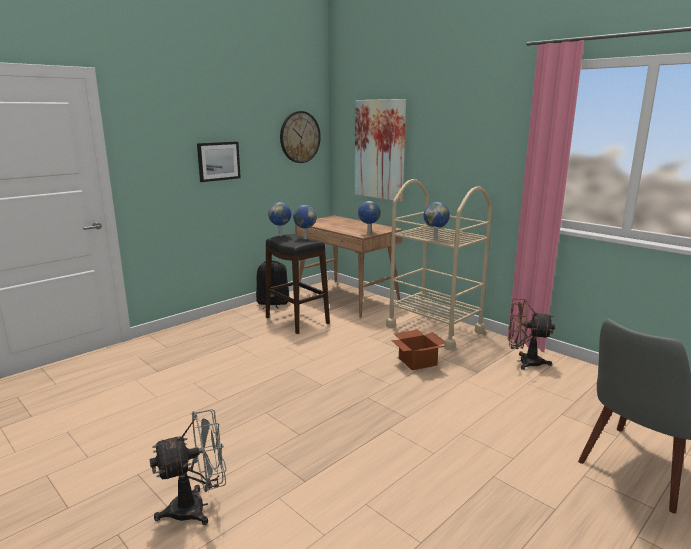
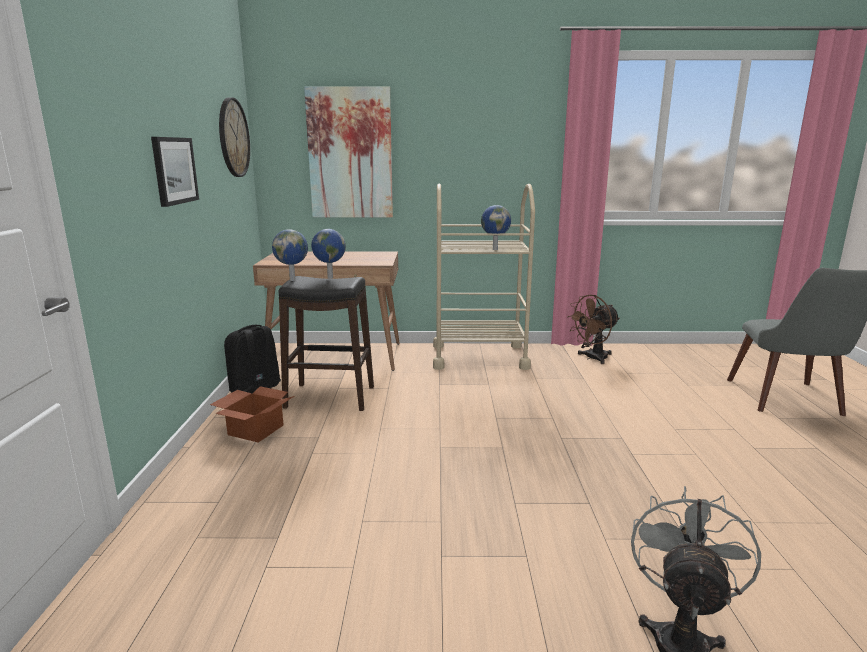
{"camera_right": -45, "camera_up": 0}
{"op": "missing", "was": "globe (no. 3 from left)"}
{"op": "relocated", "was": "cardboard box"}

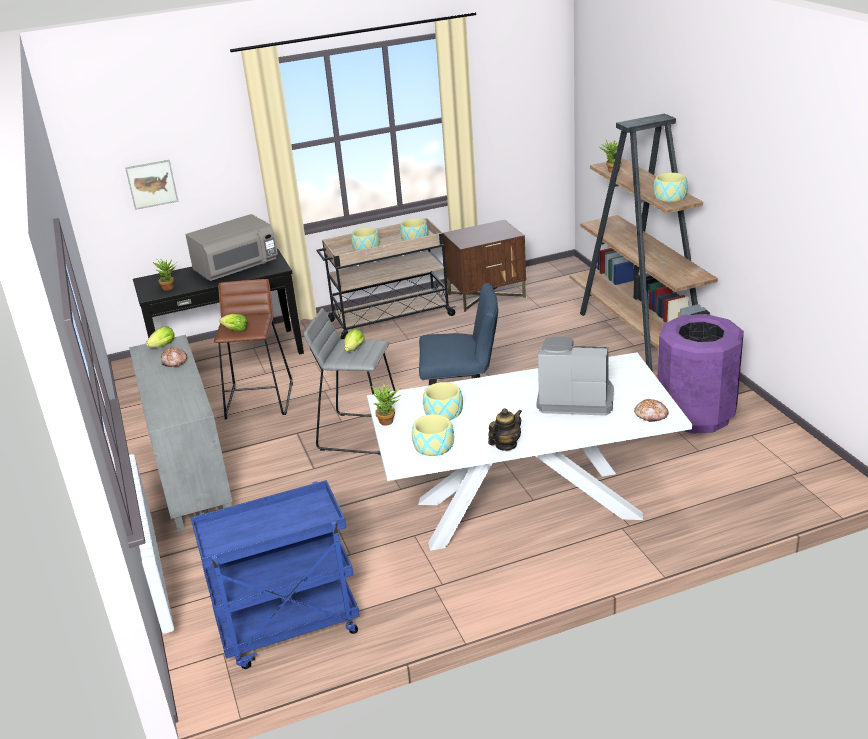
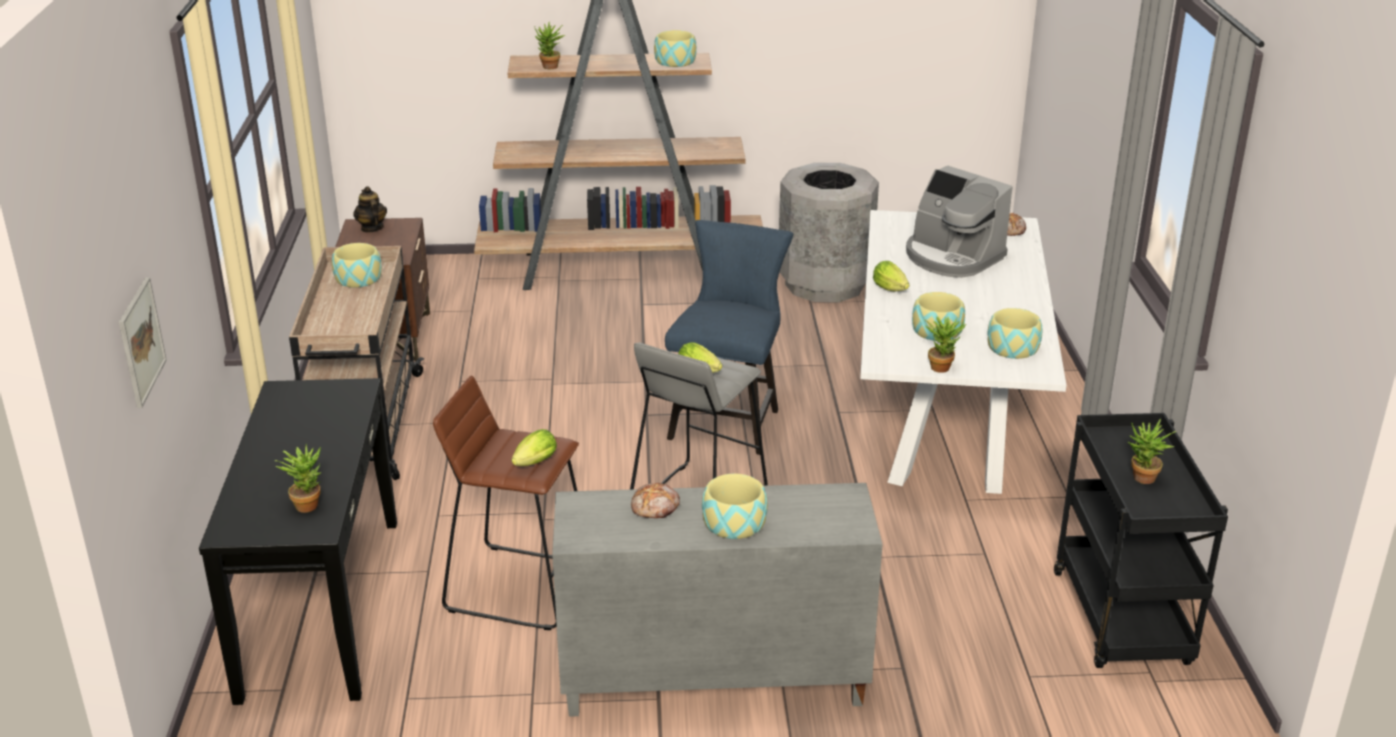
{"camera_right": -75, "camera_up": 0}
{"op": "relocated", "was": "lettuce (no. 1 from left in the first image)", "now": "lettuce (no. 3 from left)"}
{"op": "missing", "was": "grey microwave"}
{"op": "colour", "was": "blue cart", "now": "black cart"}
{"op": "relocated", "was": "bowl (no. 1 from left in the first image)", "now": "bowl (no. 3 from left)"}
{"op": "relocated", "was": "teapot"}
{"op": "spun", "was": "coffee machine", "clockwise": -75}
{"op": "colour", "was": "purple trash can", "now": "grey trash can"}
{"op": "appeared", "now": "potted plant (no. 4 from left)"}

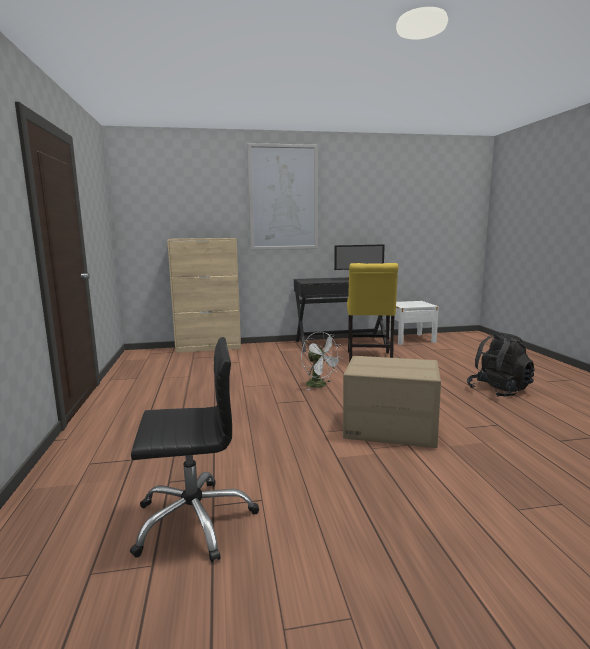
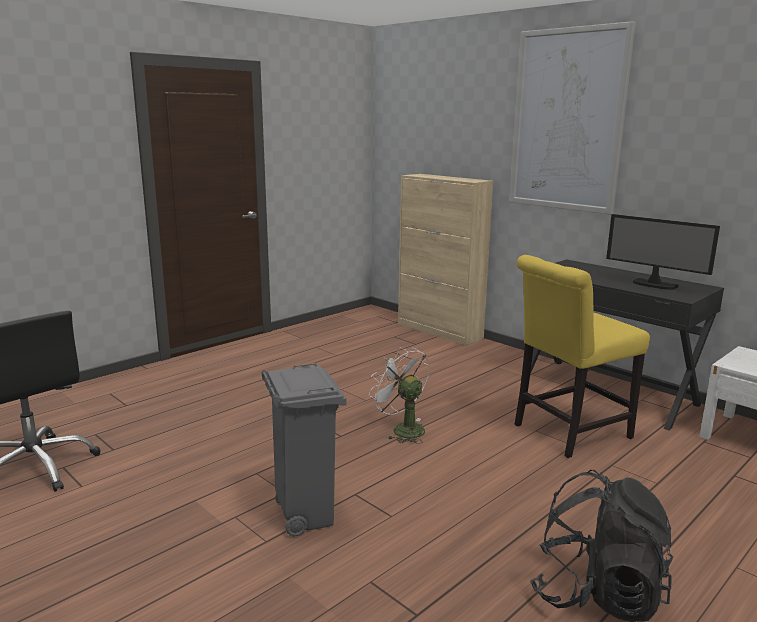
{"camera_right": 55, "camera_up": 5}
{"op": "spun", "was": "white fan", "clockwise": 120}
{"op": "exchanged", "was": "cardboard box", "now": "grey trash can"}

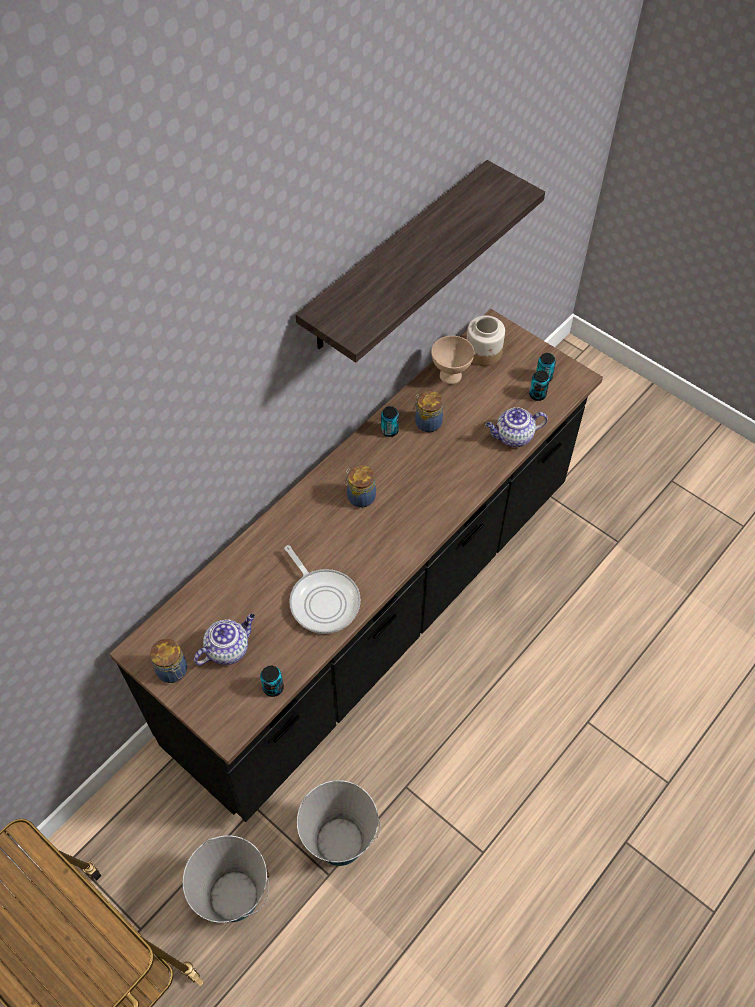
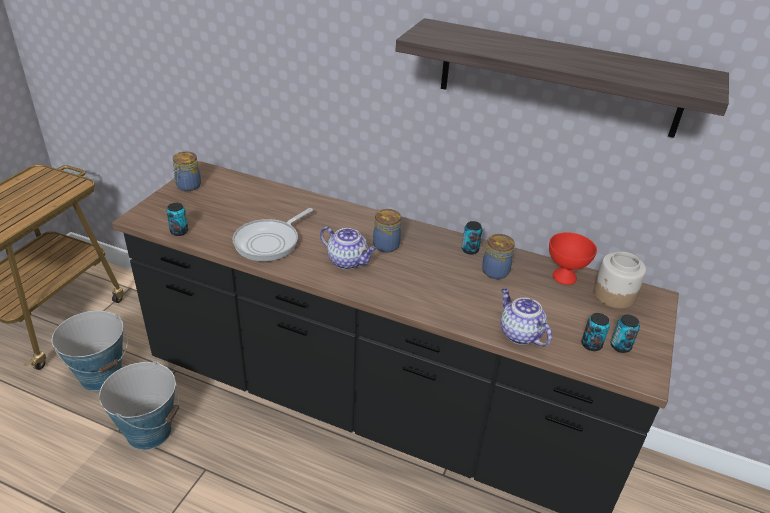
{"camera_right": 70, "camera_up": -20}
{"op": "relocated", "was": "teapot (no. 1 from left)"}
{"op": "colour", "was": "beige bowl", "now": "red bowl"}

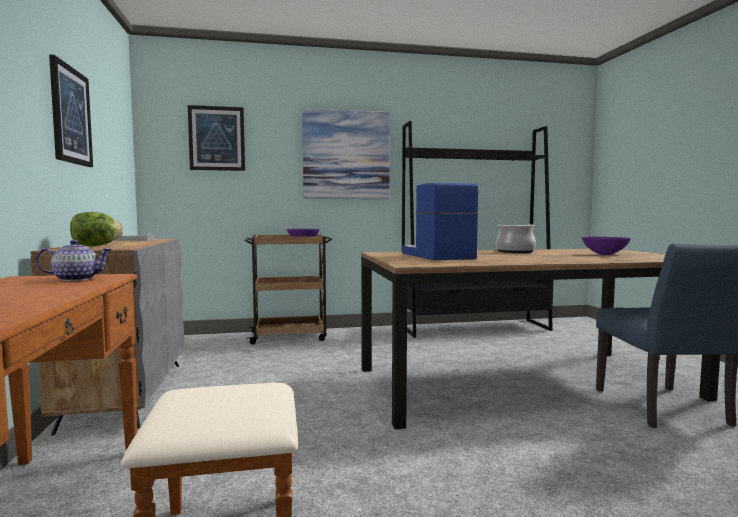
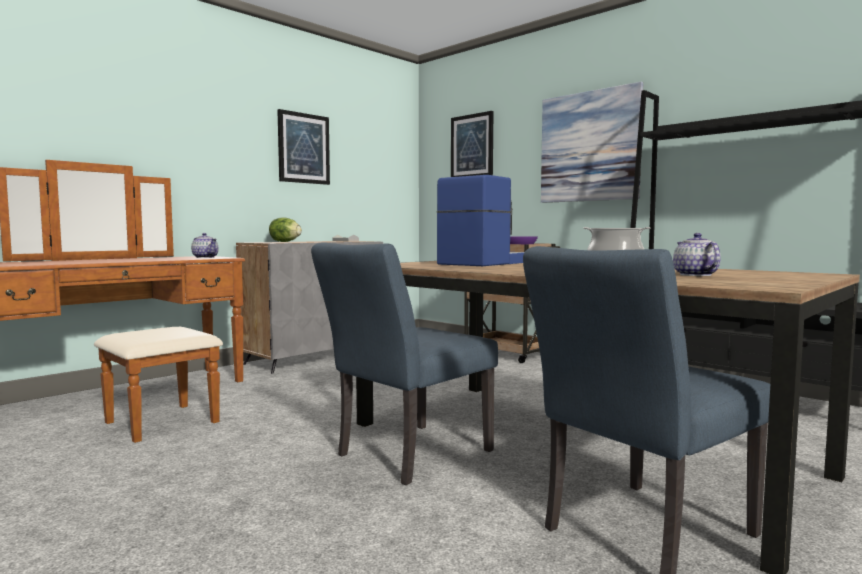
{"camera_right": 55, "camera_up": 0}
{"op": "exchanged", "was": "purple bowl (no. 2 from left)", "now": "teapot (no. 2 from left)"}
{"op": "appeared", "now": "blue chair (no. 1 from left)"}

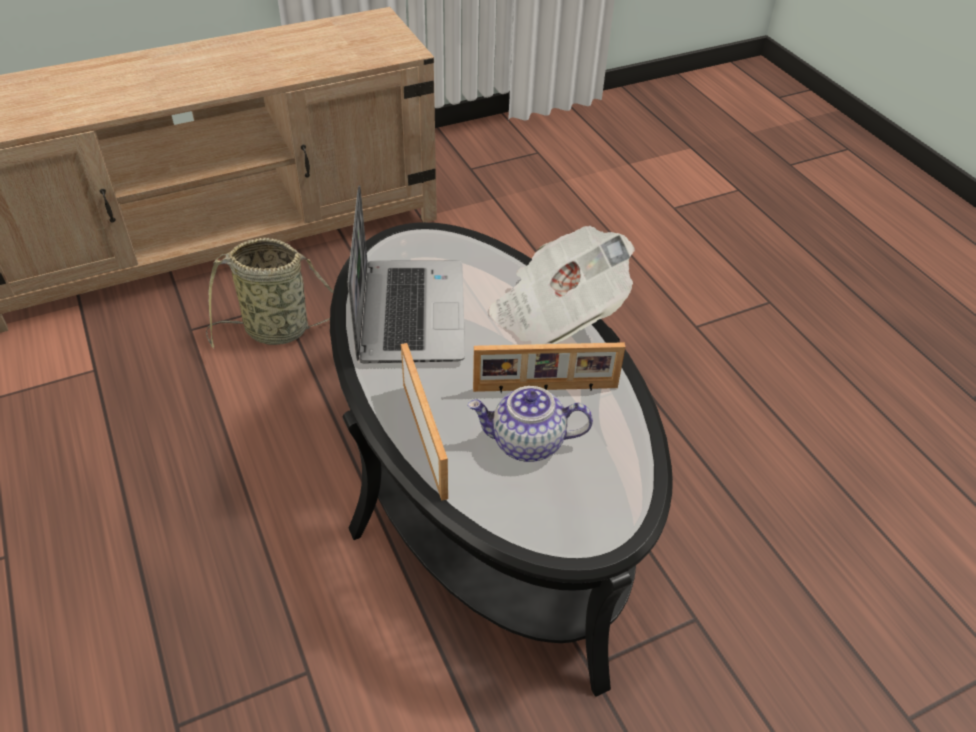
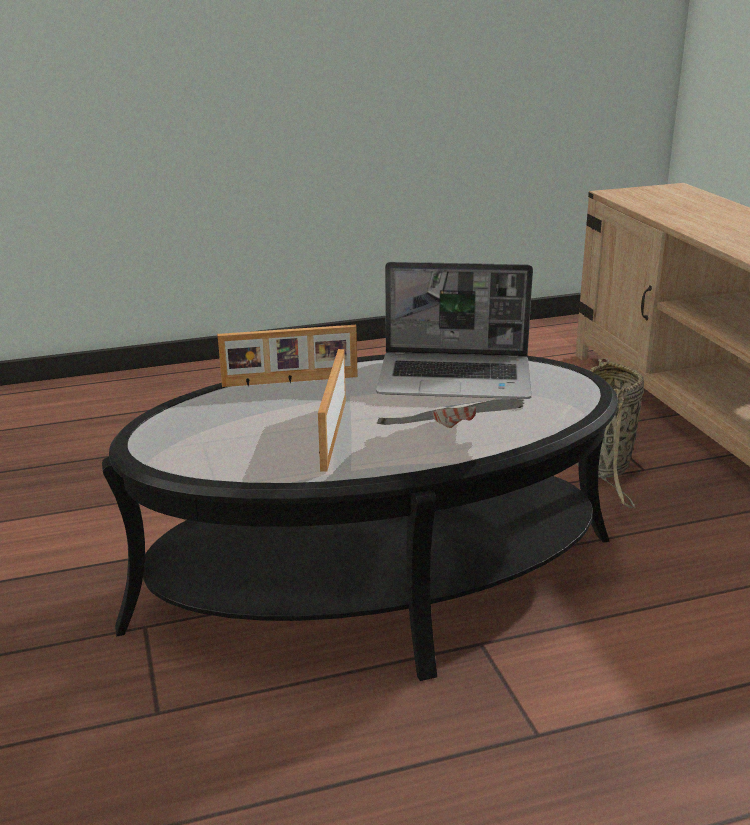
{"camera_right": 100, "camera_up": -20}
{"op": "missing", "was": "teapot"}

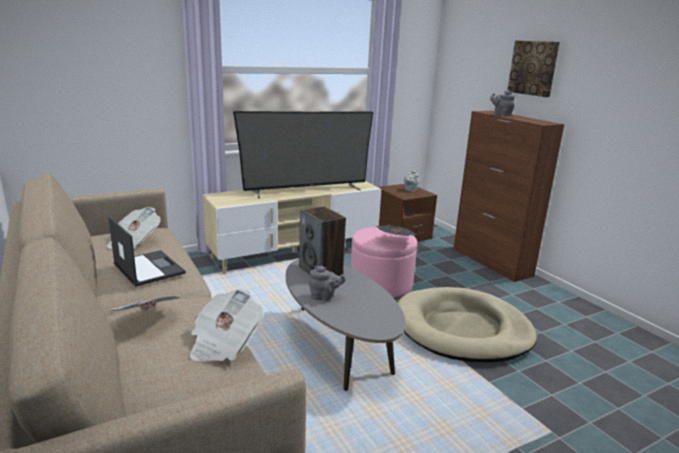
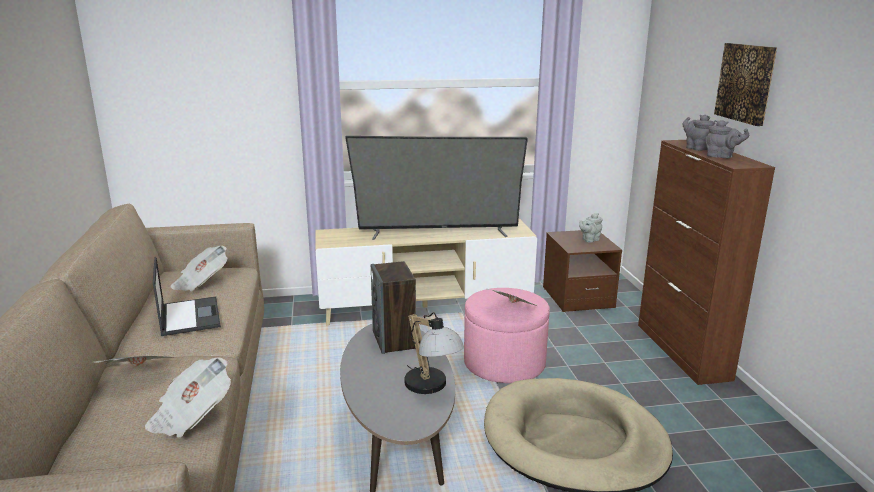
{"camera_right": 20, "camera_up": 0}
{"op": "relocated", "was": "grey teapot (no. 1 from left in the first image)", "now": "grey teapot (no. 3 from left)"}
{"op": "appeared", "now": "table lamp"}

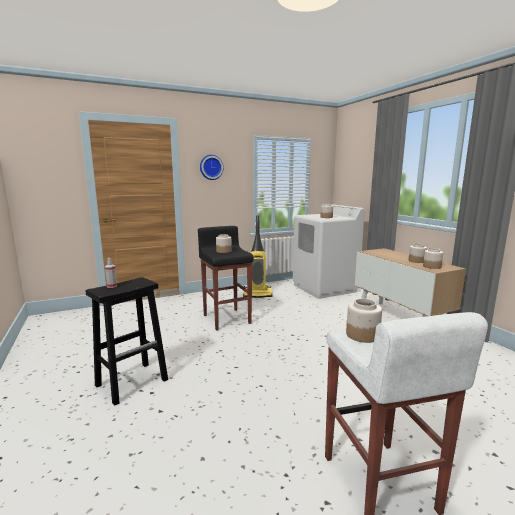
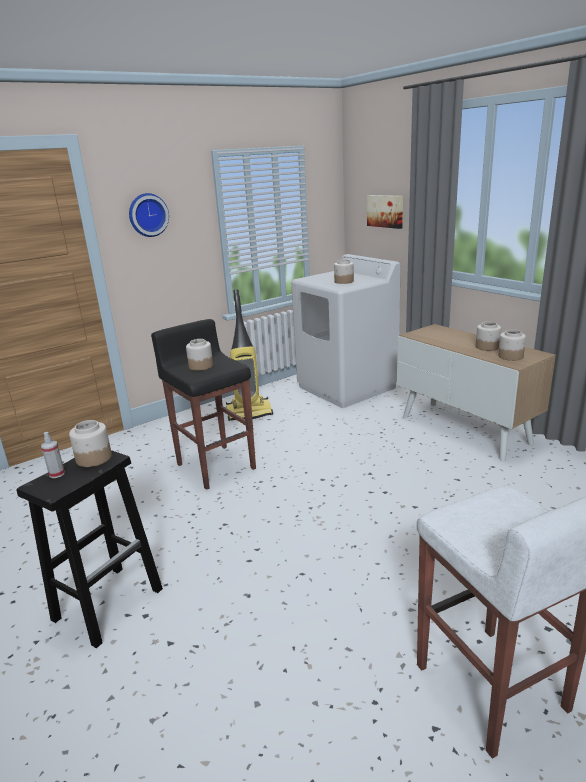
{"camera_right": -10, "camera_up": 10}
{"op": "relocated", "was": "jar (no. 3 from left in the first image)", "now": "jar (no. 1 from left)"}
{"op": "appeared", "now": "picture"}

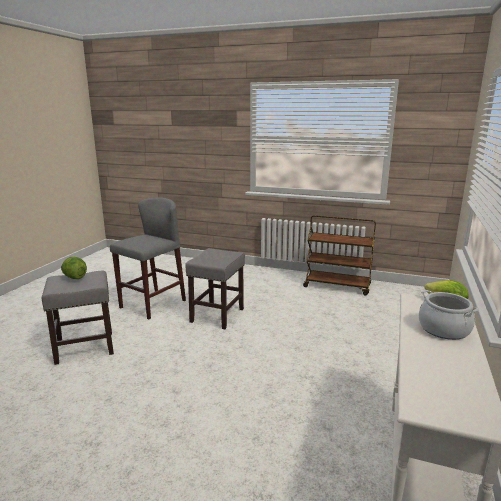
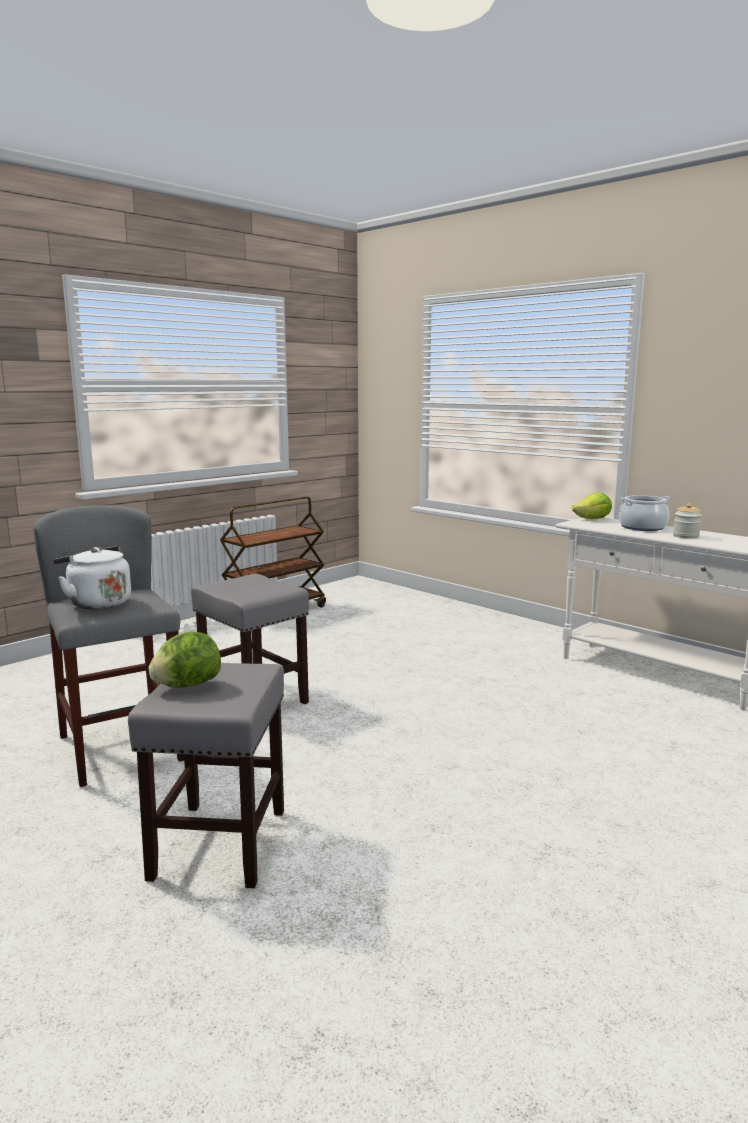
{"camera_right": -65, "camera_up": -5}
{"op": "appeared", "now": "white kettle"}
{"op": "appeared", "now": "jar"}

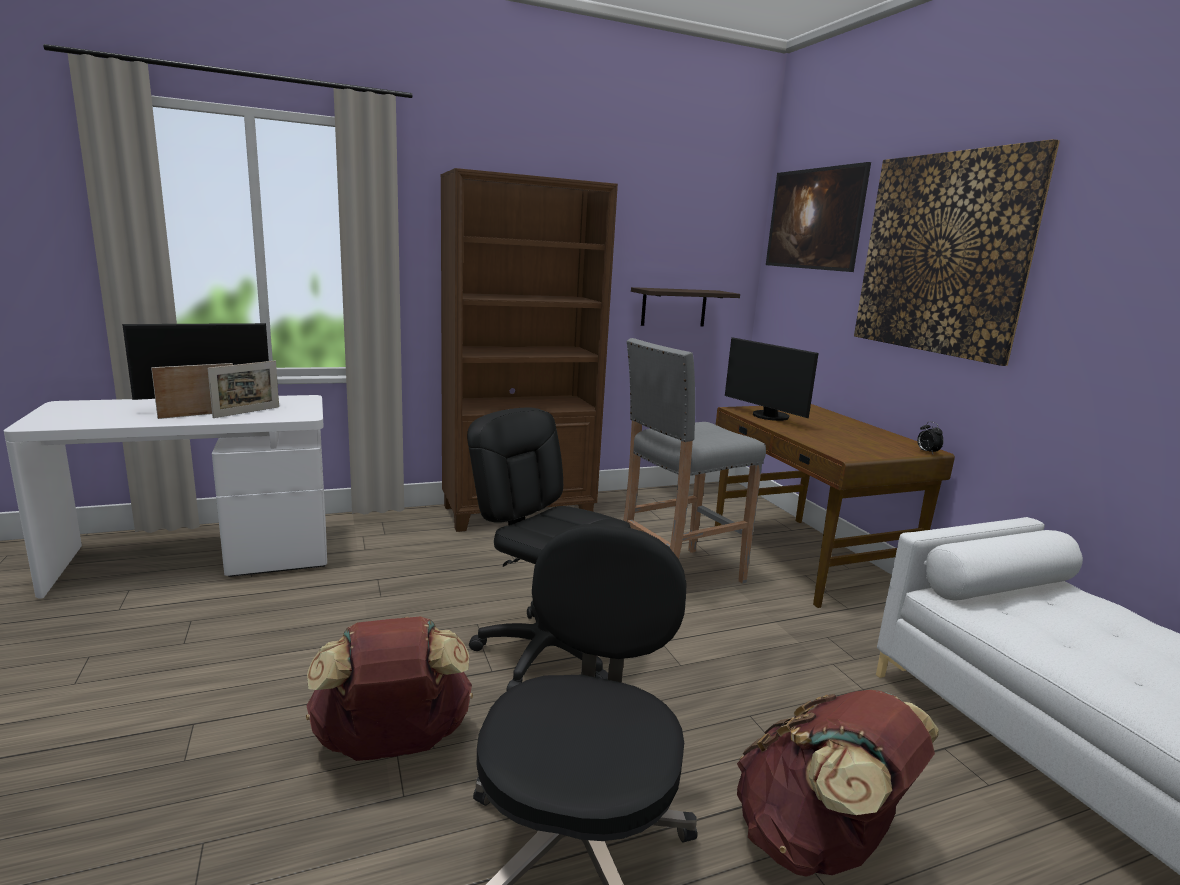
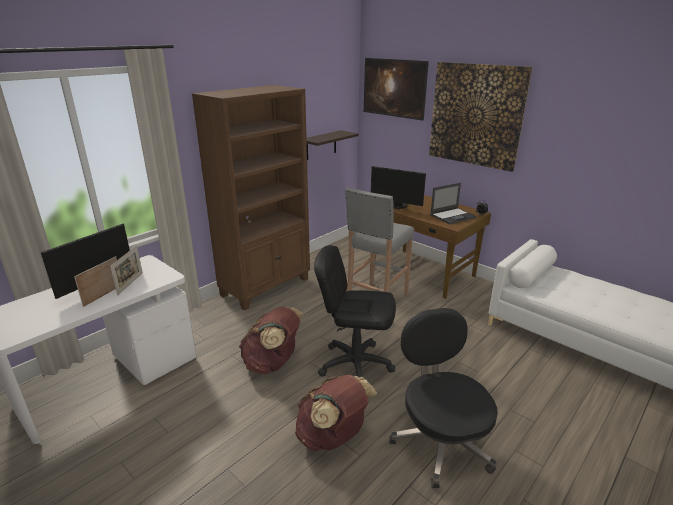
{"camera_right": -25, "camera_up": 10}
{"op": "relocated", "was": "brown backpack (no. 2 from left in the first image)", "now": "brown backpack (no. 1 from left)"}
{"op": "appeared", "now": "laptop"}

